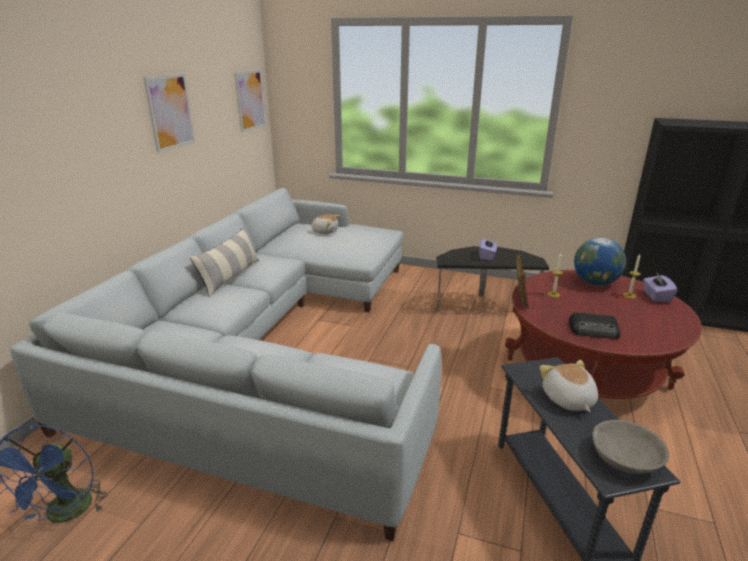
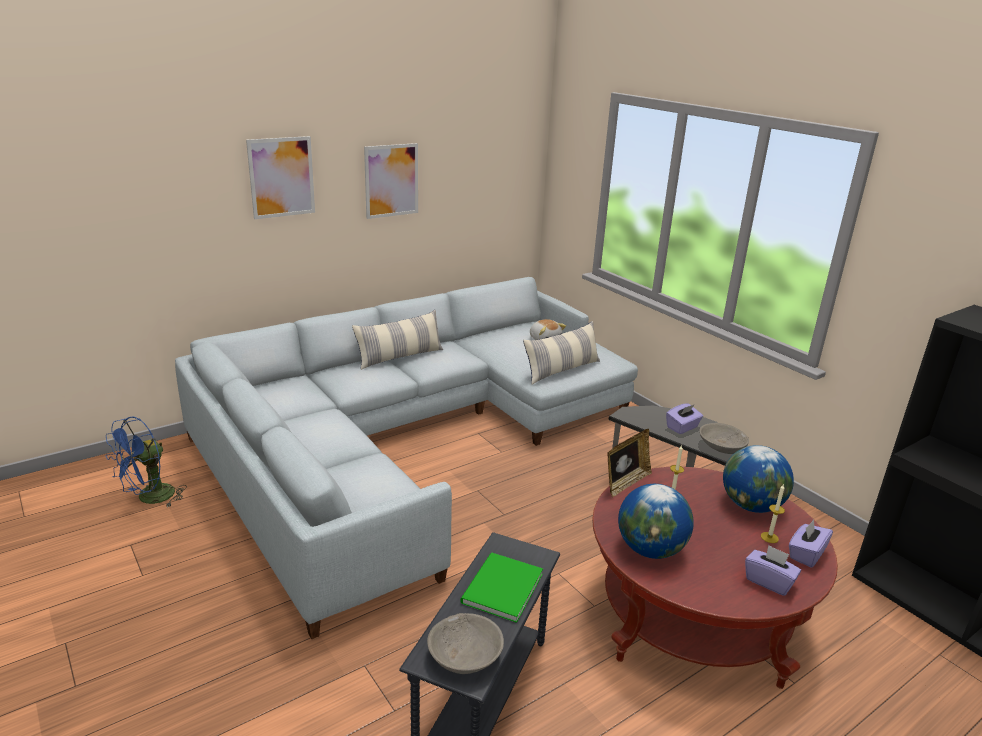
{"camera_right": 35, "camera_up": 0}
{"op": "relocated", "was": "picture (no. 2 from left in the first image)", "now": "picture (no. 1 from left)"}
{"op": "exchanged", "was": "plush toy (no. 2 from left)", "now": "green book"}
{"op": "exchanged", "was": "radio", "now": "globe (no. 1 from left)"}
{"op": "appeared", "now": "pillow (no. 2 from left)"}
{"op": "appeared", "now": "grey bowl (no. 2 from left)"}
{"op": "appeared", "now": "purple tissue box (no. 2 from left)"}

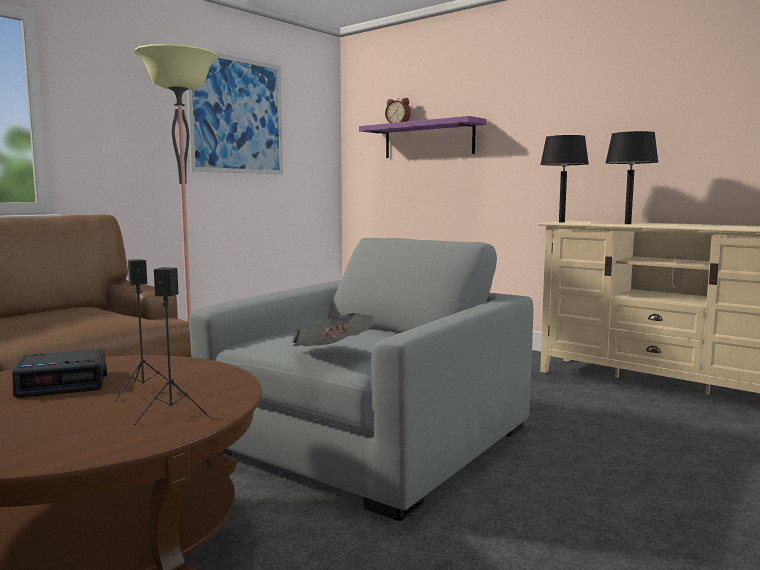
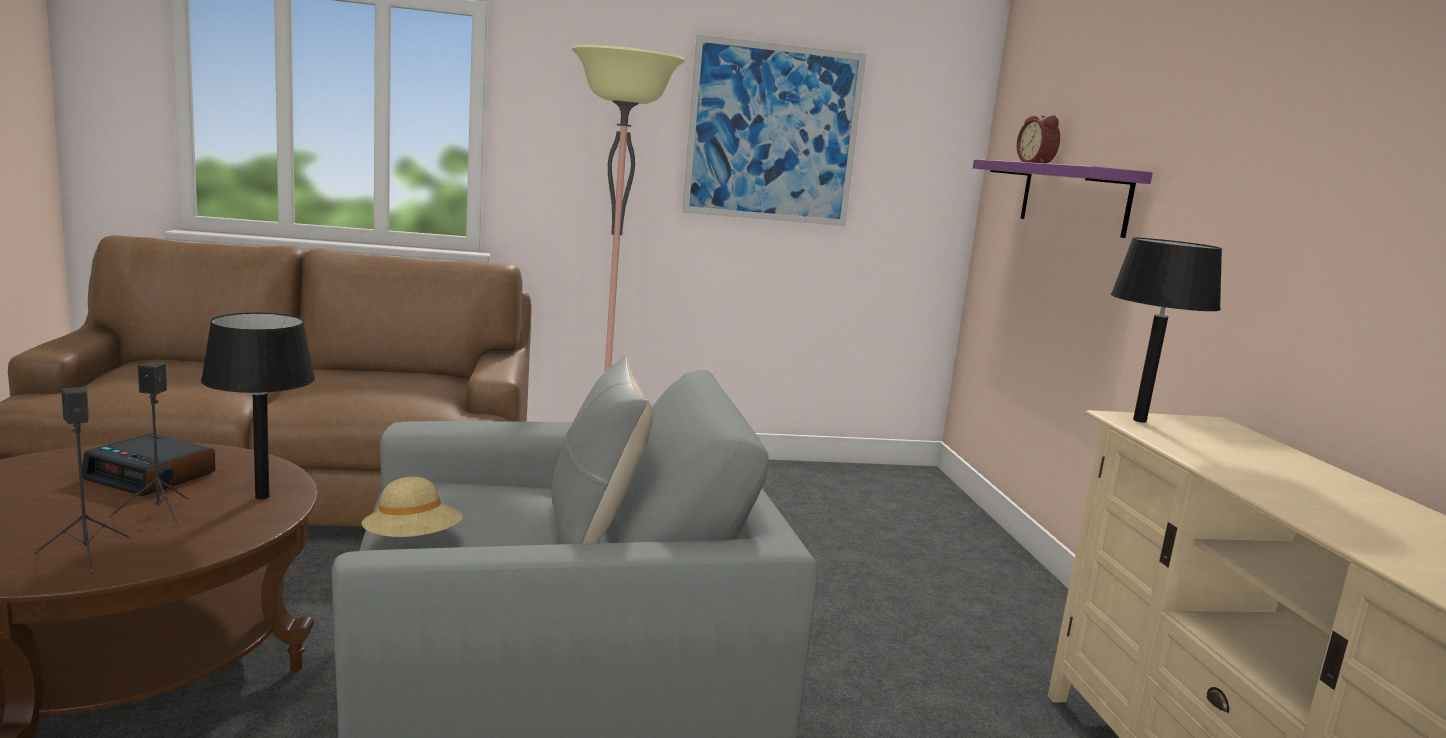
{"camera_right": 40, "camera_up": 5}
{"op": "exchanged", "was": "newspaper", "now": "beige hat"}
{"op": "relocated", "was": "black table lamp (no. 2 from left in the first image)", "now": "black table lamp (no. 1 from left)"}
{"op": "appeared", "now": "grey pillow"}

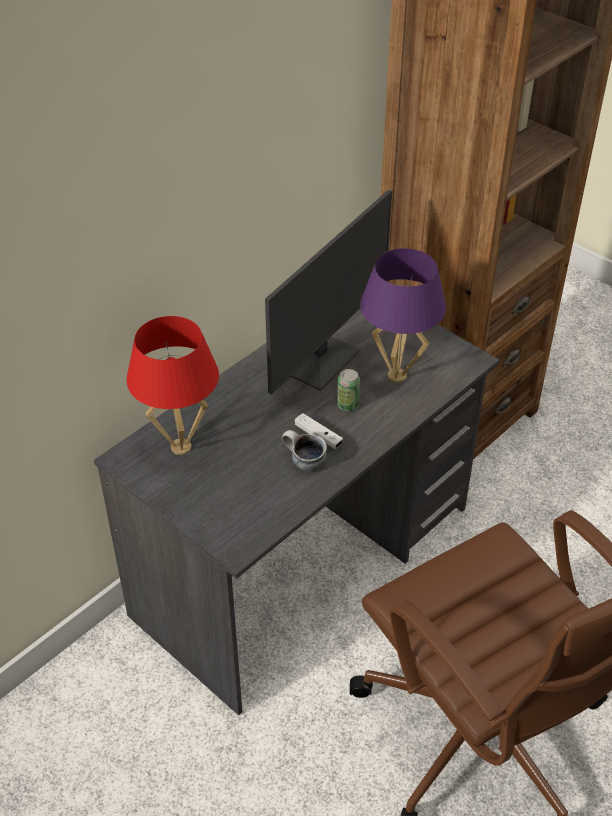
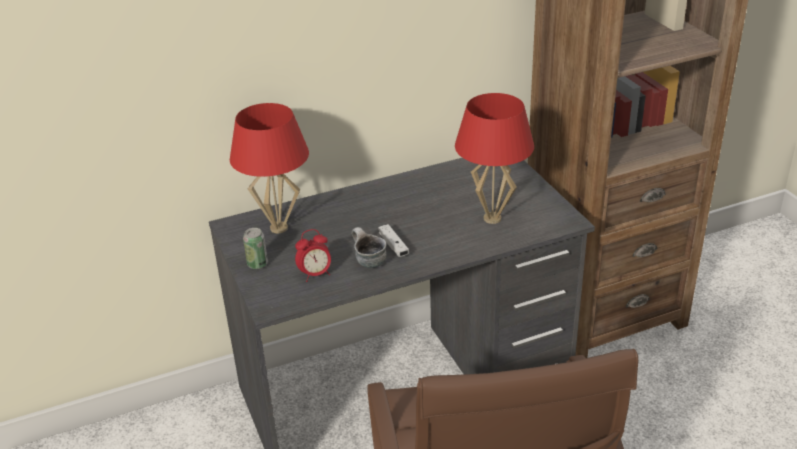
{"camera_right": 25, "camera_up": -10}
{"op": "missing", "was": "monitor"}
{"op": "relocated", "was": "can"}
{"op": "colour", "was": "purple table lamp", "now": "red table lamp (no. 2 from left)"}
{"op": "appeared", "now": "alarm clock"}

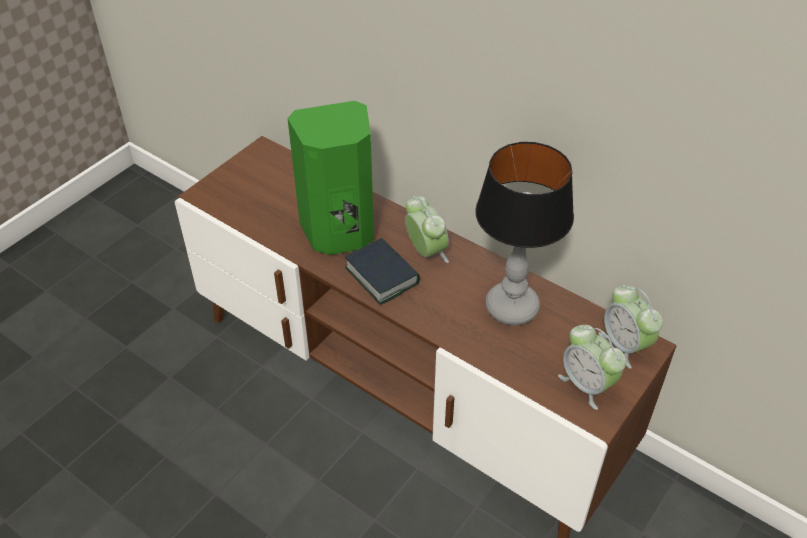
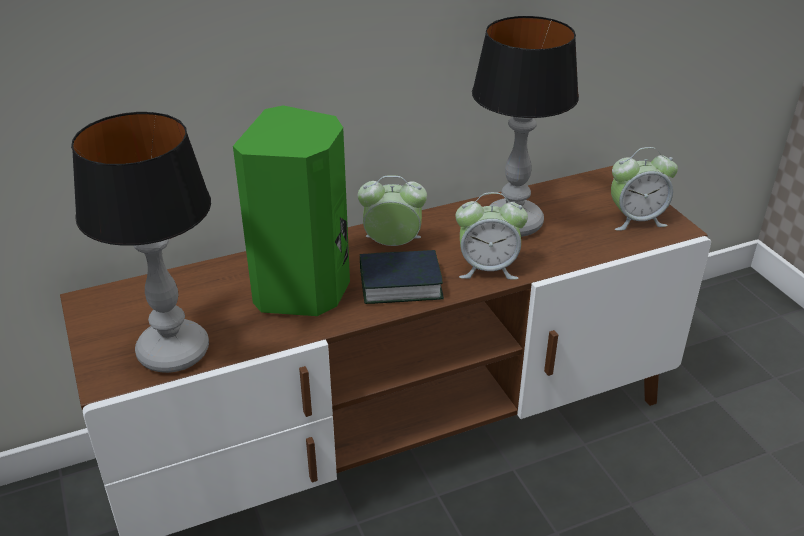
{"camera_right": -60, "camera_up": -10}
{"op": "relocated", "was": "alarm clock (no. 3 from left in the first image)", "now": "alarm clock (no. 2 from left)"}
{"op": "appeared", "now": "table lamp (no. 1 from left)"}

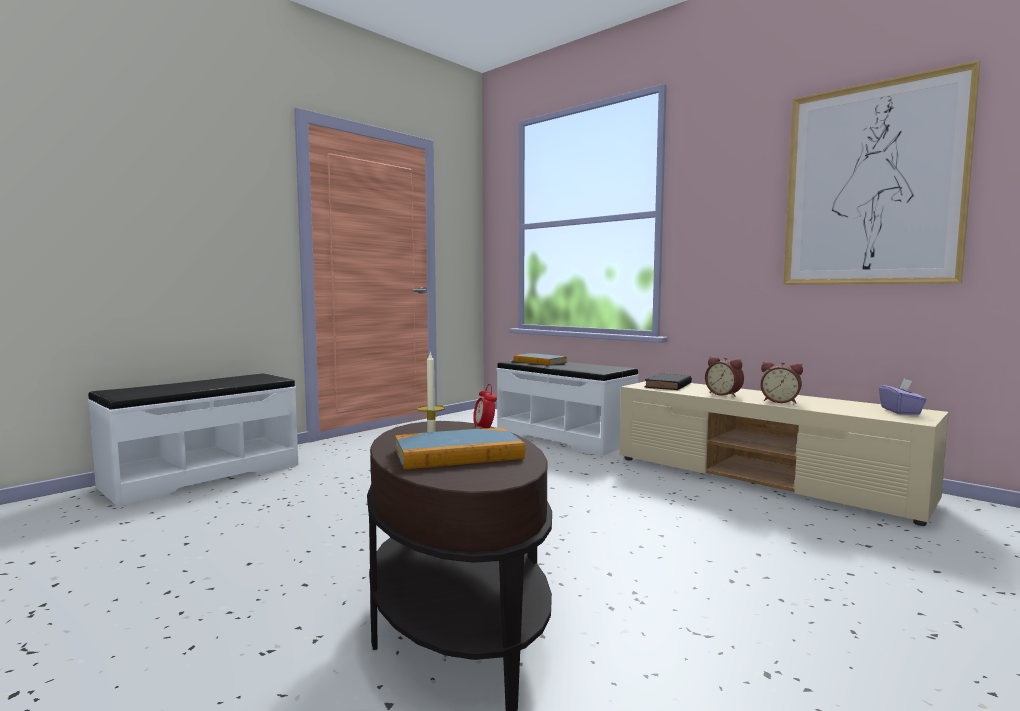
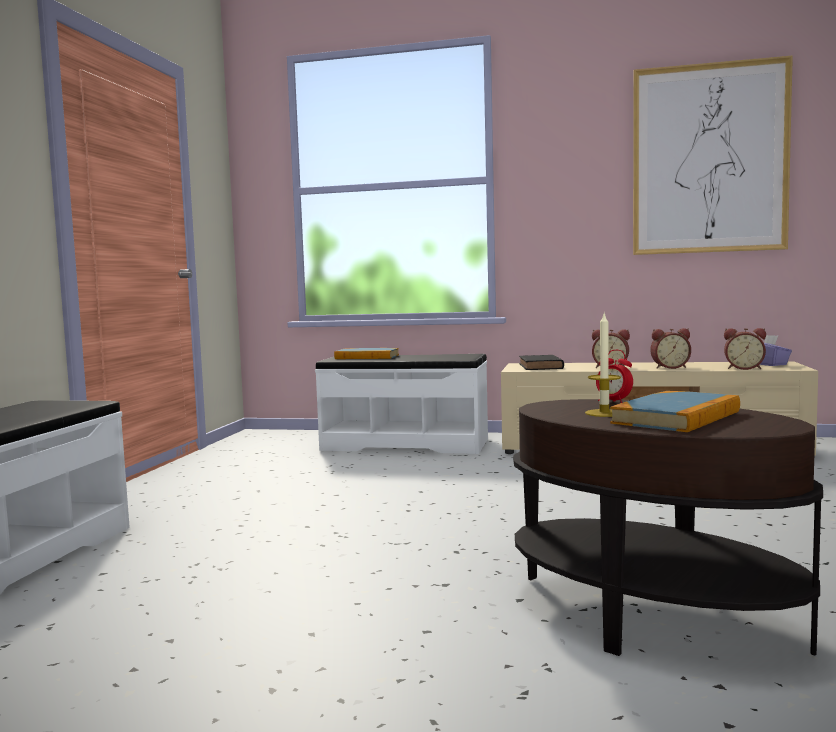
{"camera_right": -30, "camera_up": 0}
{"op": "appeared", "now": "alarm clock (no. 4 from left)"}

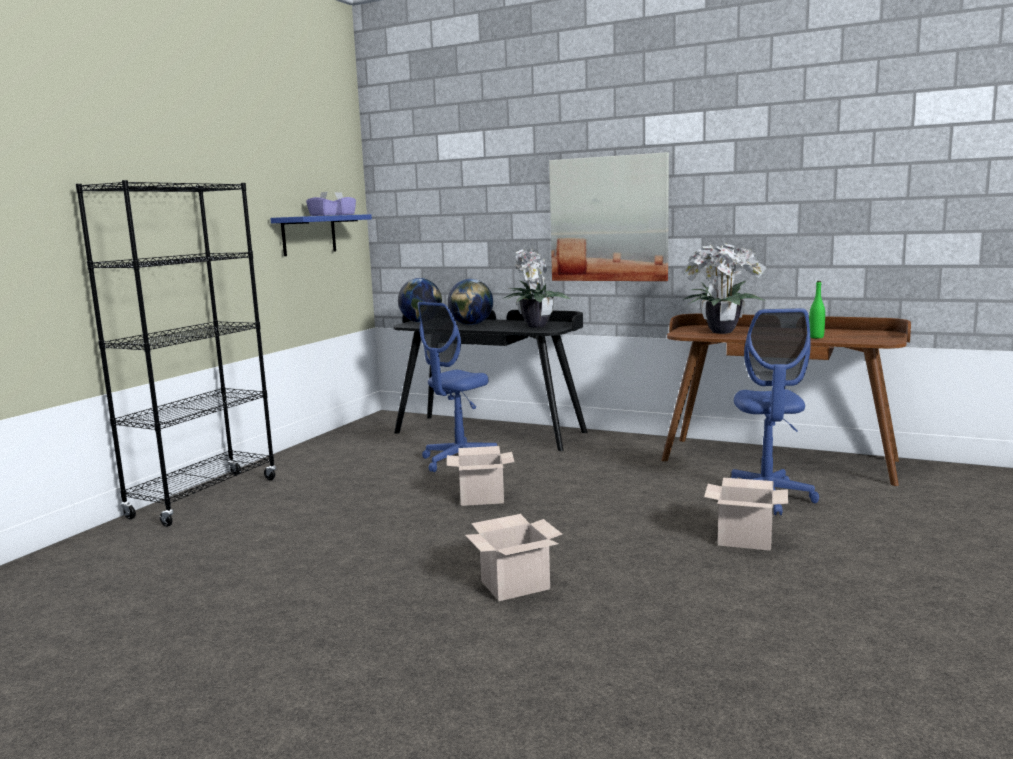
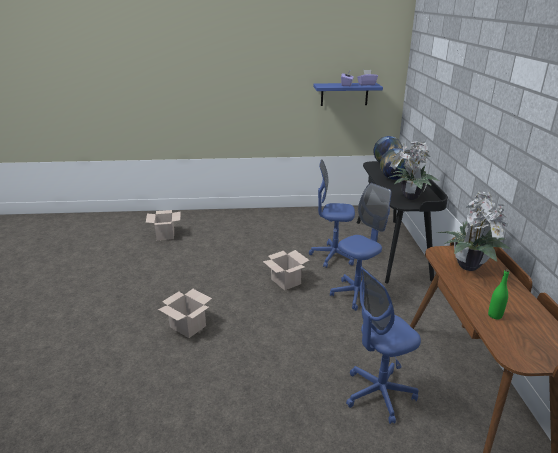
{"camera_right": 60, "camera_up": 15}
{"op": "missing", "was": "black bookcase"}
{"op": "missing", "was": "picture"}
{"op": "relocated", "was": "cardboard box (no. 3 from left in the first image)", "now": "cardboard box (no. 1 from left)"}
{"op": "appeared", "now": "blue office chair (no. 2 from left)"}

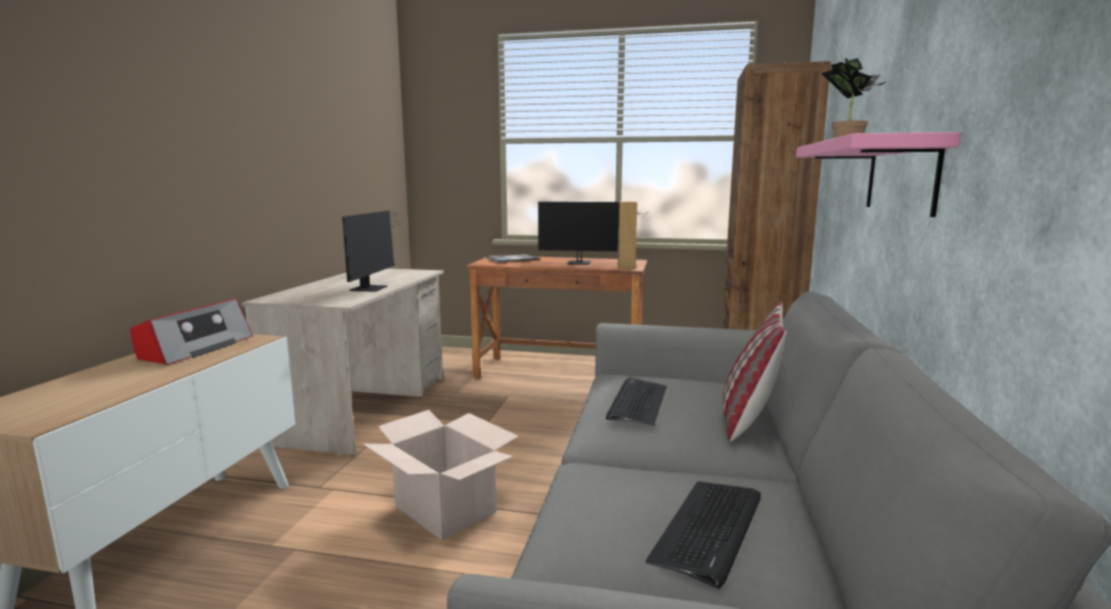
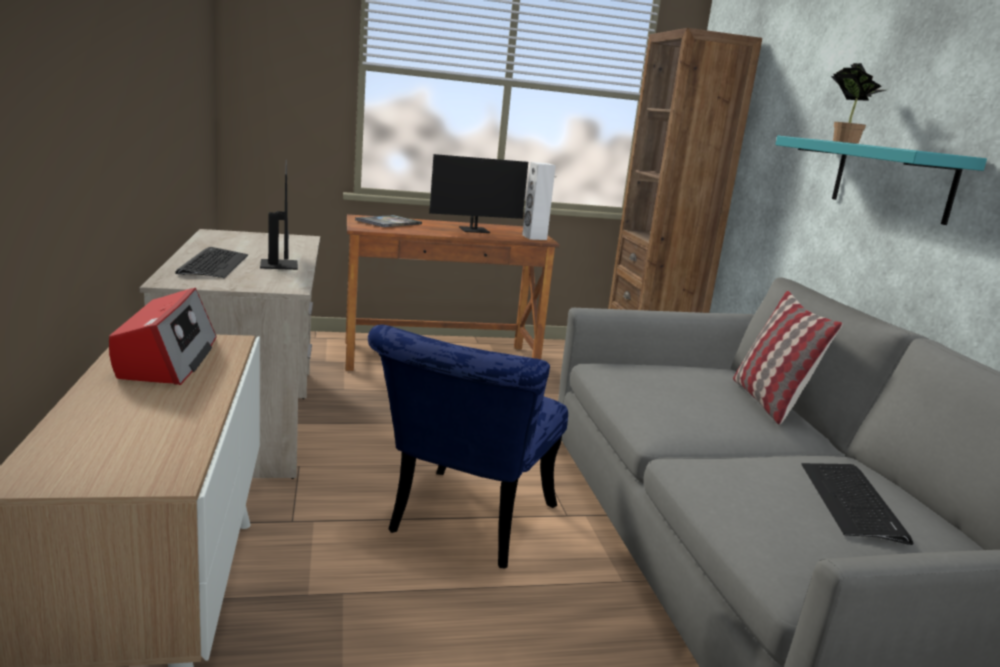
{"camera_right": -25, "camera_up": 5}
{"op": "exchanged", "was": "cardboard box", "now": "blue chair"}
{"op": "relocated", "was": "keyboard (no. 1 from left)"}
{"op": "colour", "was": "brown speaker", "now": "white speaker"}
{"op": "colour", "was": "pink shelf", "now": "turquoise shelf"}

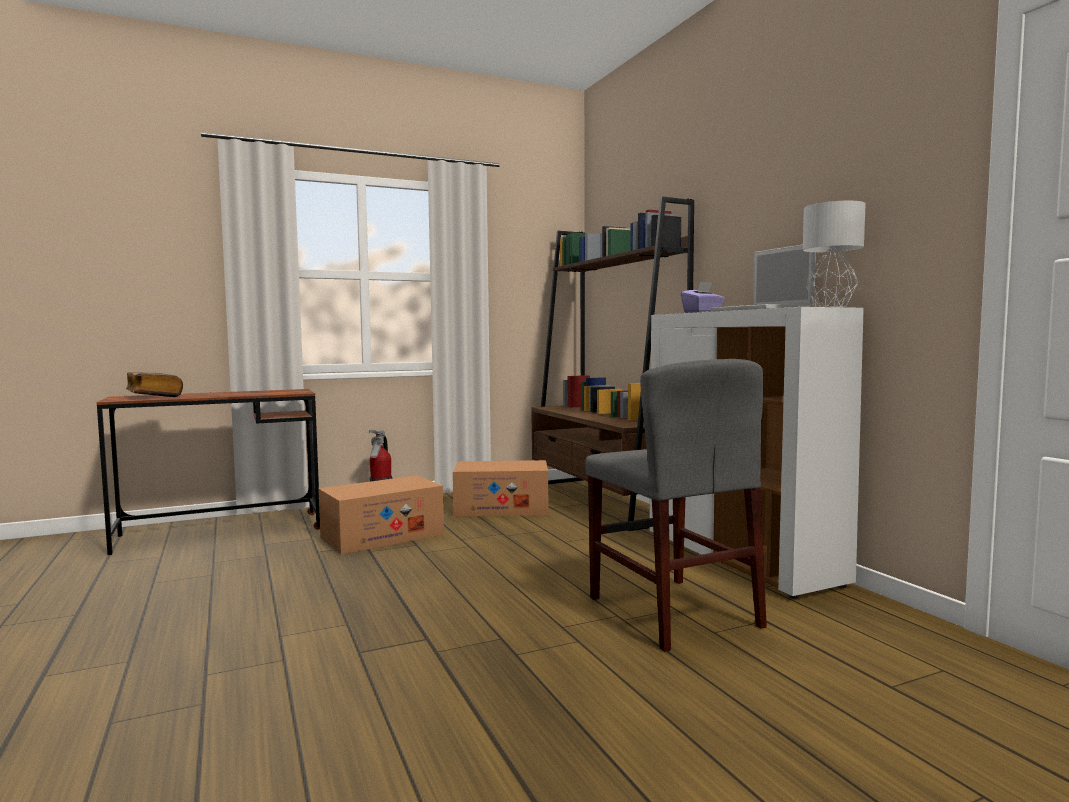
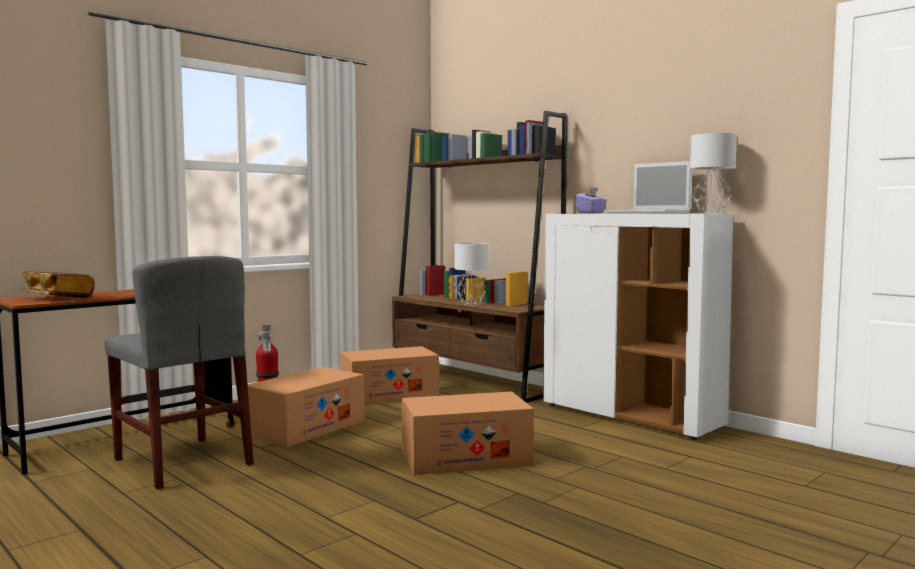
{"camera_right": -20, "camera_up": 0}
{"op": "relocated", "was": "grey chair"}
{"op": "appeared", "now": "cardboard box (no. 3 from left)"}
{"op": "appeared", "now": "grey table lamp (no. 1 from left)"}

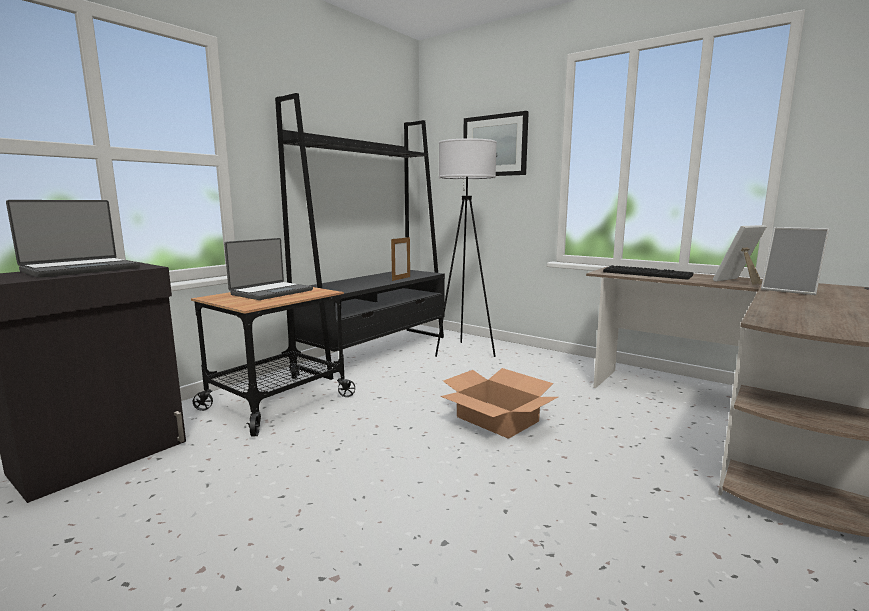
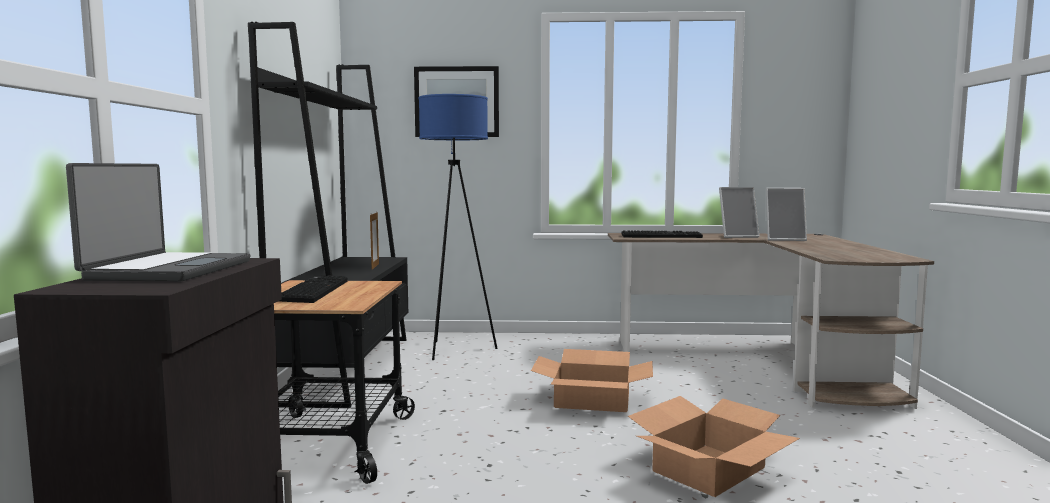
{"camera_right": -35, "camera_up": -5}
{"op": "exchanged", "was": "laptop (no. 2 from left)", "now": "keyboard (no. 1 from left)"}
{"op": "colour", "was": "white floor lamp", "now": "blue floor lamp"}
{"op": "spun", "was": "picture frame (no. 2 from left)", "clockwise": -120}
{"op": "appeared", "now": "cardboard box (no. 2 from left)"}

